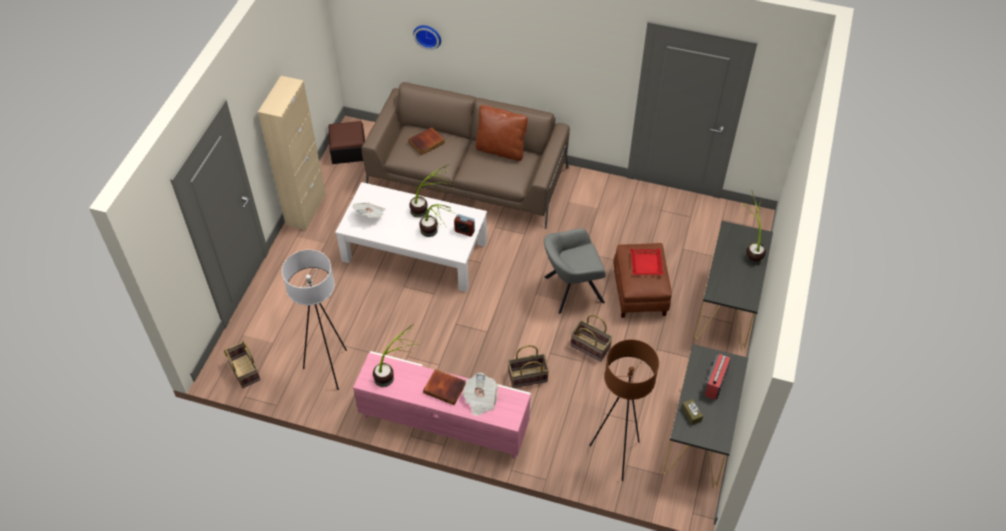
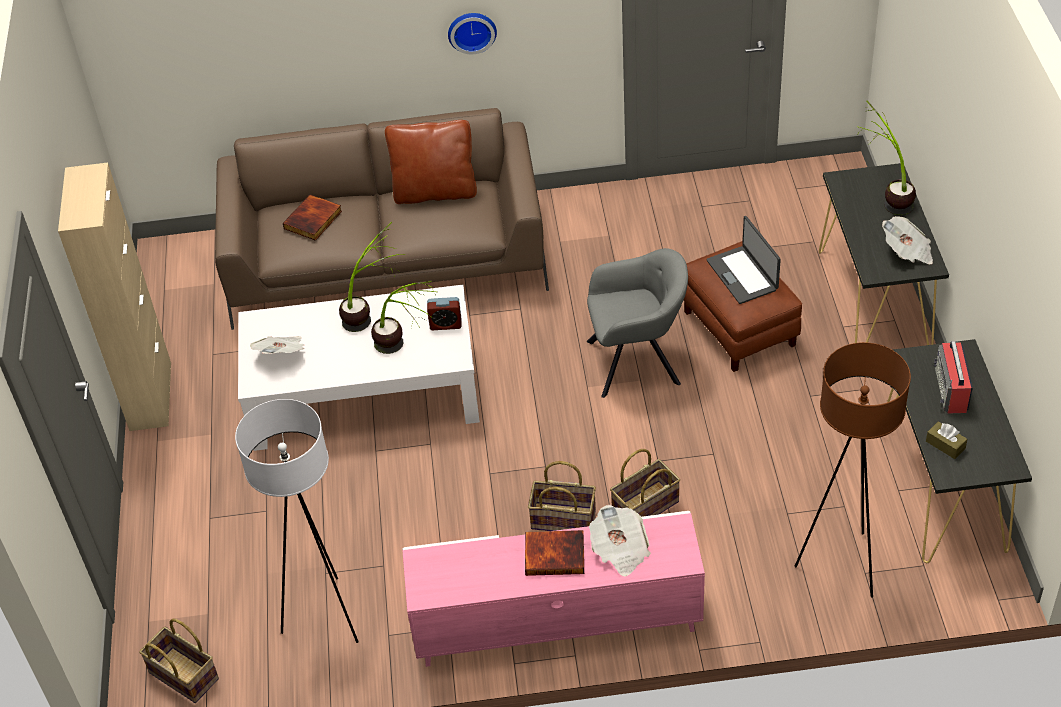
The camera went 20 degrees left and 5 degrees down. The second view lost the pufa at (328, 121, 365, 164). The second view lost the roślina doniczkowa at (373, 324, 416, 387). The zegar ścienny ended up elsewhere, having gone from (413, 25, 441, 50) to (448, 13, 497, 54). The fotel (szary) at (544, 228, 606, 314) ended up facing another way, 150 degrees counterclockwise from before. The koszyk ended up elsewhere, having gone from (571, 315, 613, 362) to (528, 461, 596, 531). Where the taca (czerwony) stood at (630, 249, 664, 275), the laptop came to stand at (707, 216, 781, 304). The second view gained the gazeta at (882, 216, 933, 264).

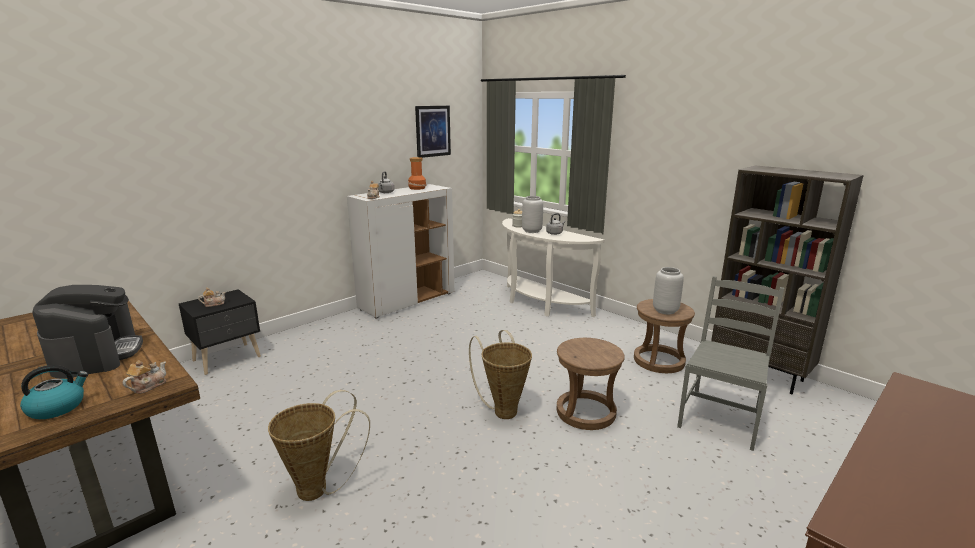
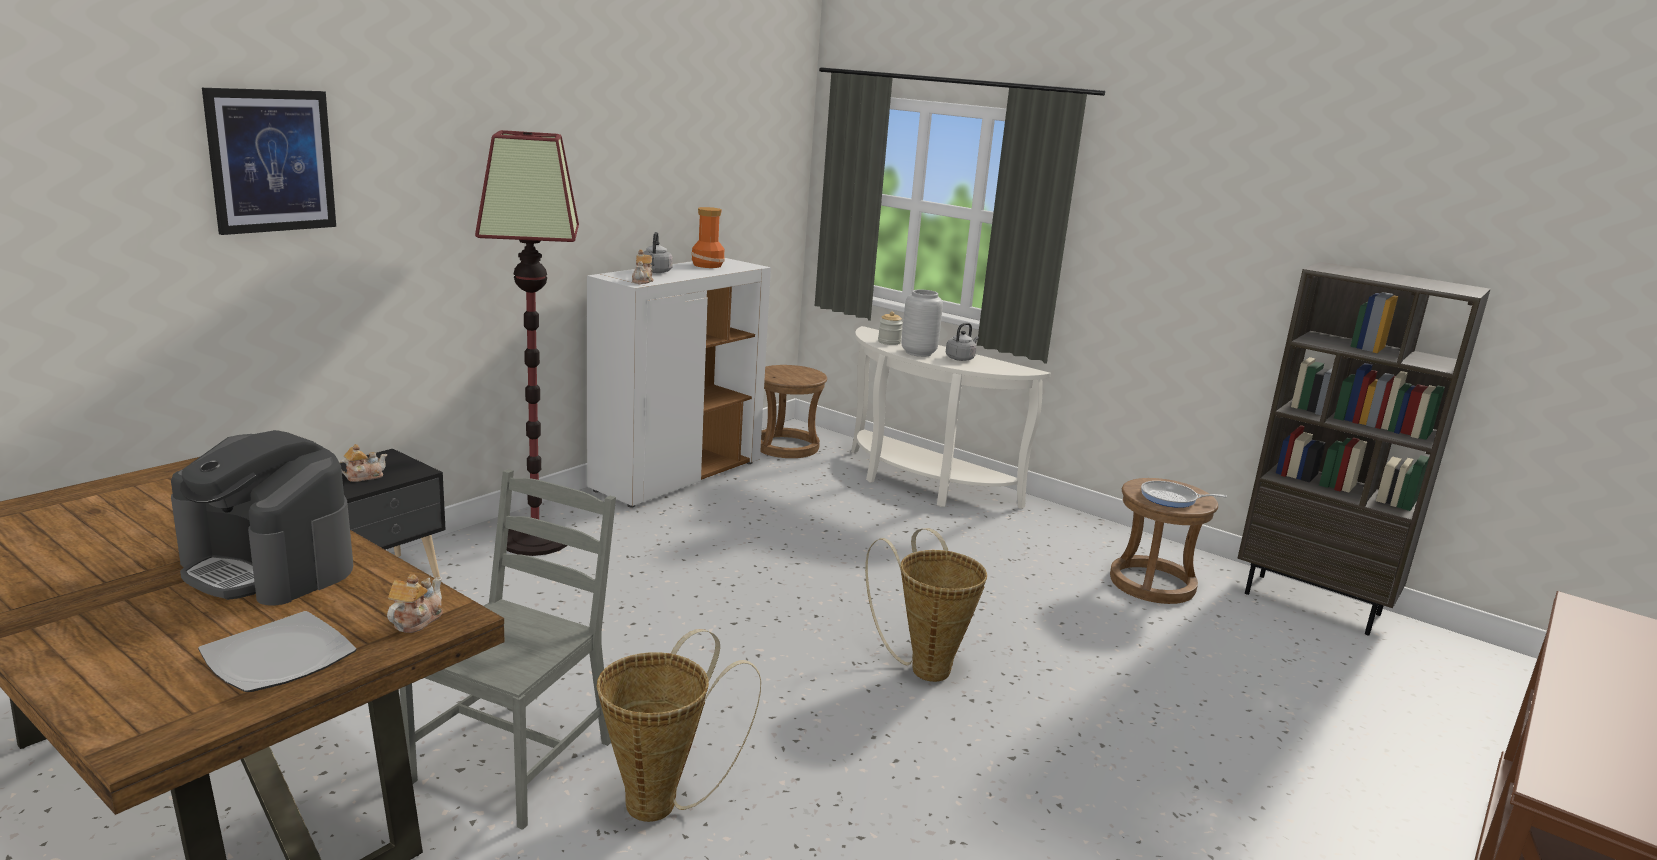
The camera went 10 degrees left and 0 degrees up. Where the czajnik stood at (20, 365, 88, 419), the talerz came to stand at (198, 611, 357, 692). The ekspres do kawy at (32, 285, 143, 379) ended up facing another way, 150 degrees clockwise from before. The obraz ended up elsewhere, having gone from (415, 106, 451, 158) to (202, 88, 336, 235). The stołek (brązowy) ended up elsewhere, having gone from (557, 338, 625, 430) to (760, 365, 827, 458). Where the wazon (szary) stood at (653, 267, 684, 315), the patelnia came to stand at (1141, 481, 1227, 508). The krzesło (szary) ended up elsewhere, having gone from (677, 276, 784, 451) to (400, 469, 616, 830). The second view gained the lampa stojąca at (475, 130, 579, 556).

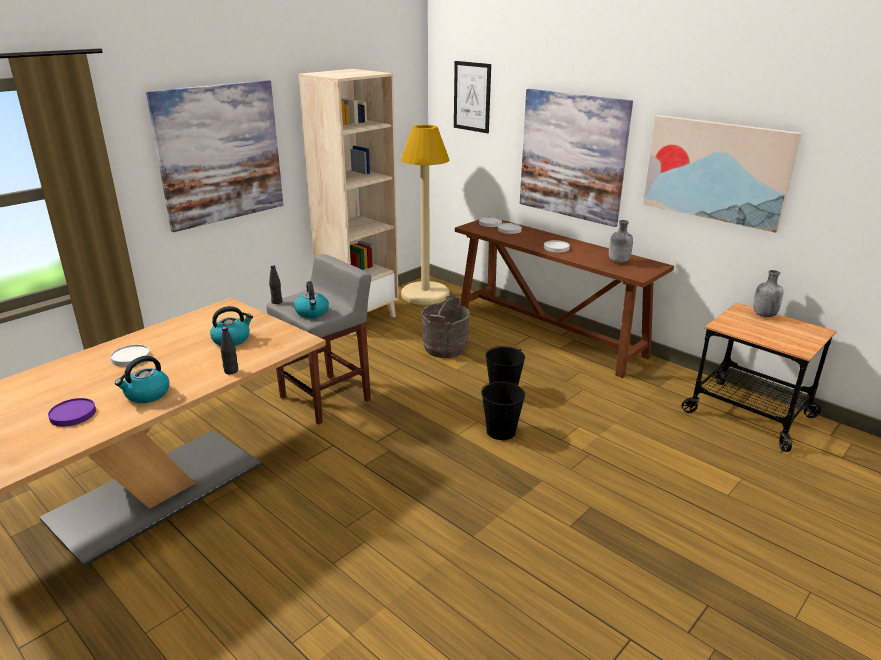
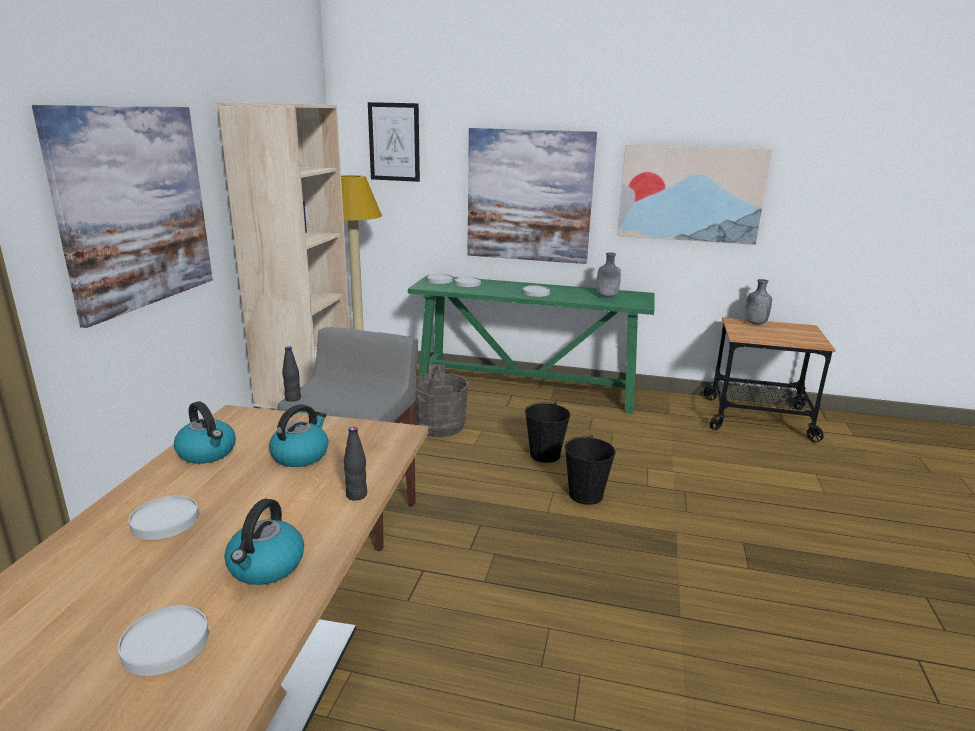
The camera went 30 degrees left and 5 degrees down. What was the talerz (fioletowy) at (48, 398, 96, 427) turned into the talerz (biały) at (118, 605, 209, 676). The czajnik ended up elsewhere, having gone from (294, 281, 329, 318) to (174, 401, 236, 464). What was the stolik konsolowy (brązowy) at (455, 216, 674, 378) turned into the stolik konsolowy (zielony) at (408, 275, 655, 414).

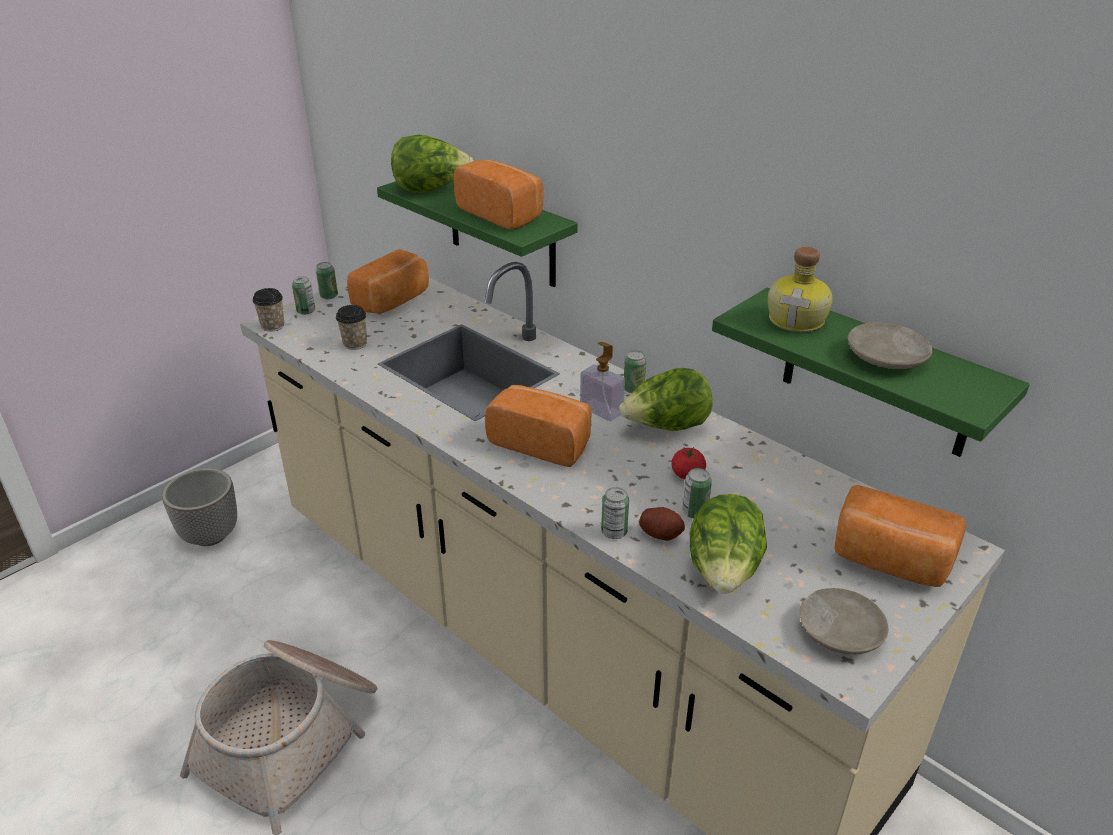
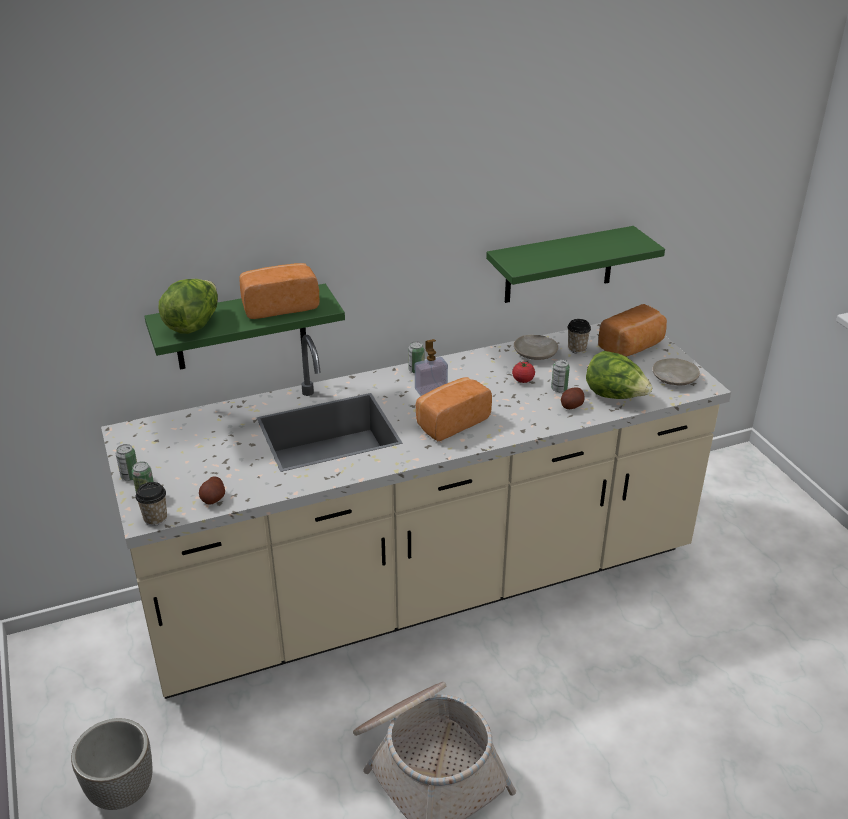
The camera went 65 degrees left and 0 degrees up. The filiżanka ended up elsewhere, having gone from (336, 305, 367, 350) to (567, 319, 591, 354). The second view lost the chleb at (347, 249, 429, 314). The second view lost the puszka at (601, 487, 629, 539). The second view lost the sałata at (619, 368, 712, 431). The second view lost the butelka at (768, 247, 833, 332). The talerz (beżowy) ended up elsewhere, having gone from (848, 322, 932, 369) to (514, 335, 558, 360). The second view gained the ziemniak at (199, 476, 225, 505).

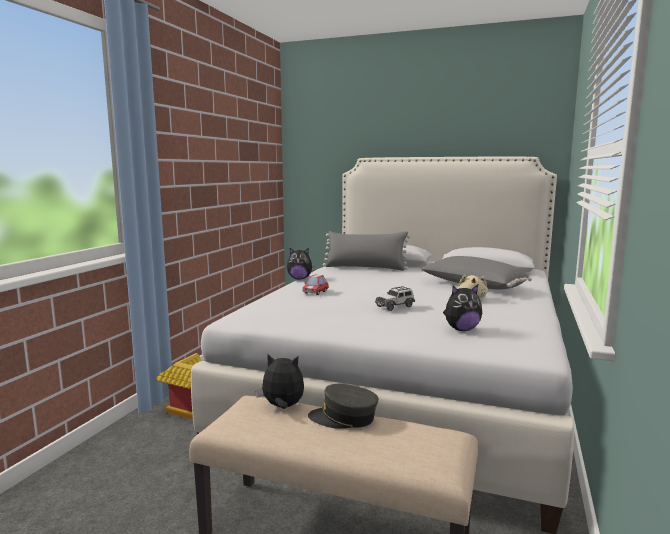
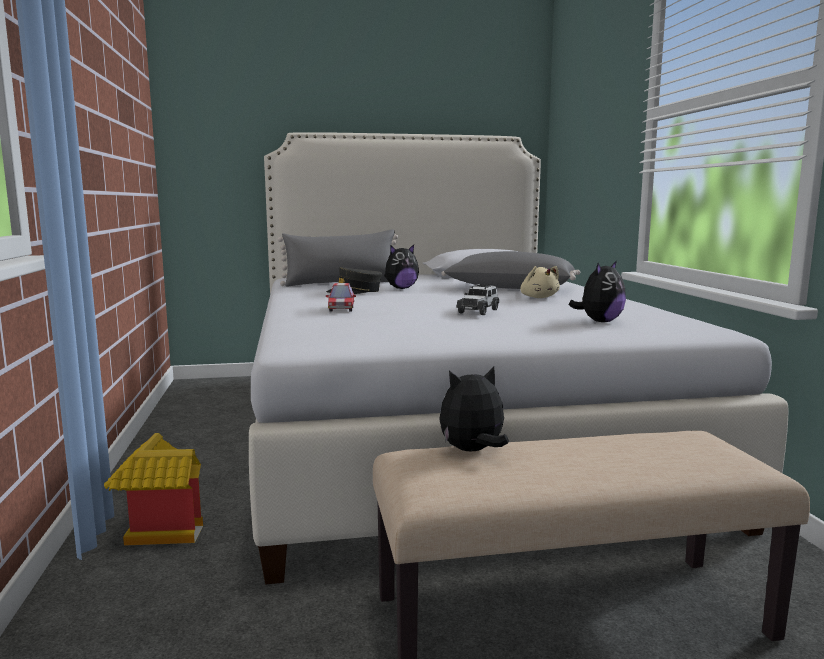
The camera went 30 degrees left and 0 degrees up. The pluszak ended up elsewhere, having gone from (287, 248, 315, 279) to (384, 245, 419, 289). The czapka z daszkiem (szary) ended up elsewhere, having gone from (308, 384, 379, 429) to (326, 267, 382, 294).

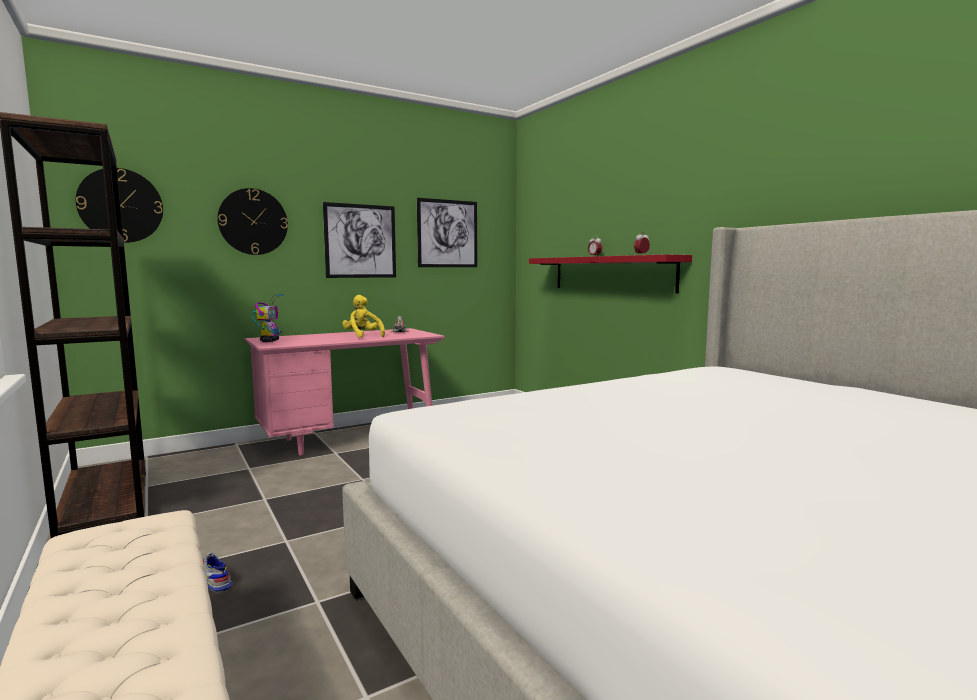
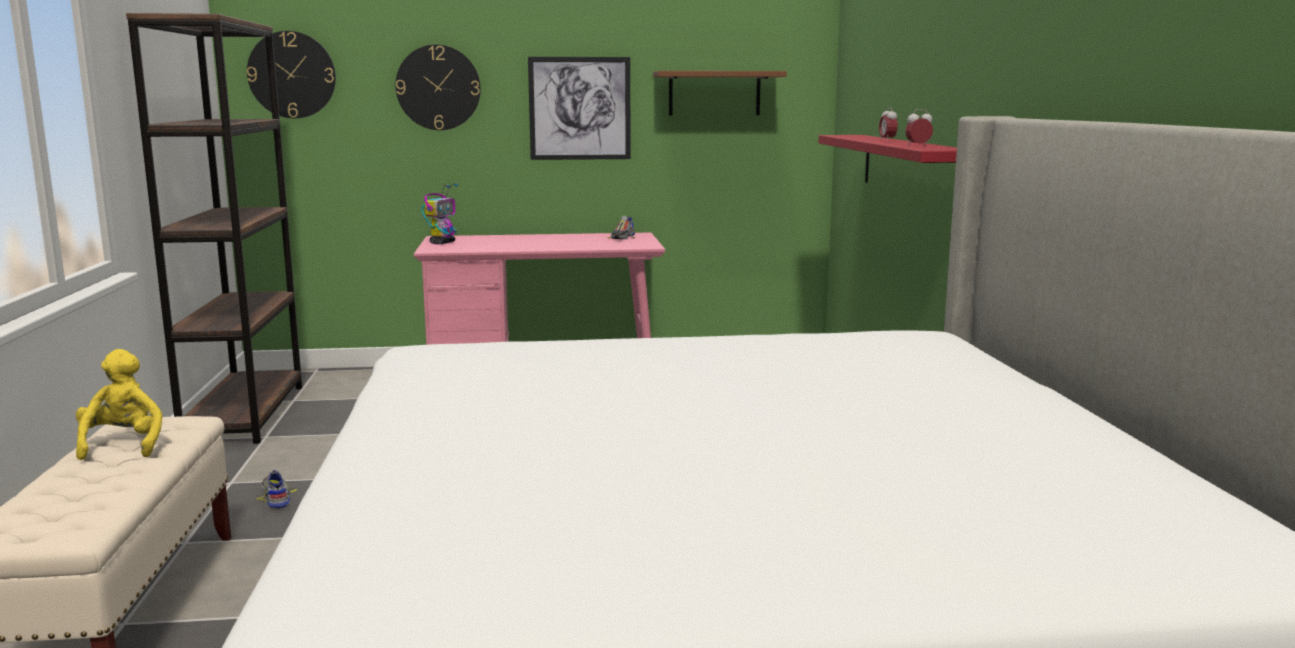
The camera went 25 degrees right and 5 degrees up. The pluszak (żółty) ended up elsewhere, having gone from (342, 295, 385, 338) to (76, 349, 162, 460). Where the obraz hung at (417, 198, 477, 267), the półka (brązowy) came to hang at (653, 71, 787, 116).

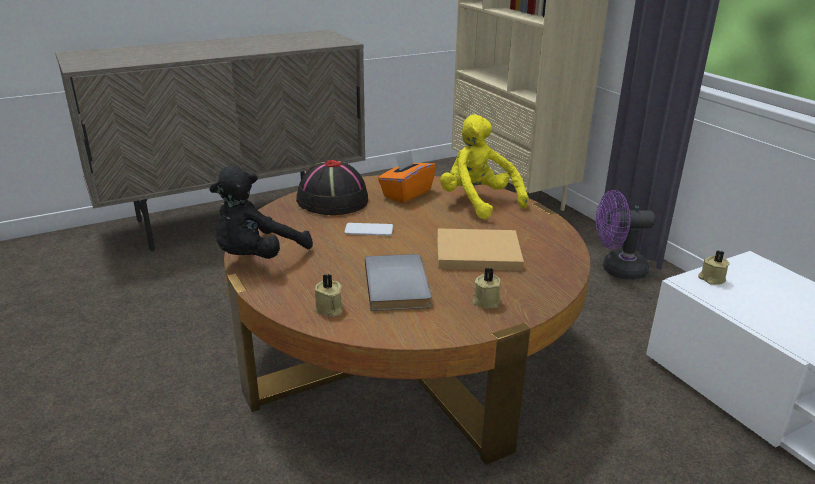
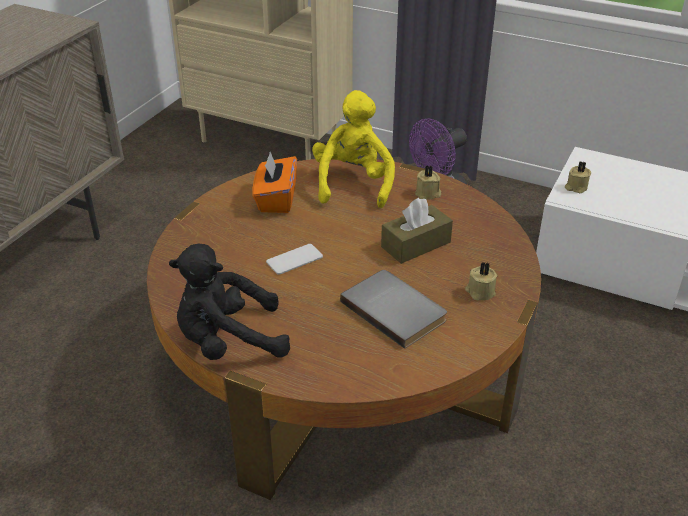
The camera went 35 degrees left and 10 degrees up. The pluszak (czarny) at (209, 166, 313, 259) ended up facing another way, 75 degrees clockwise from before. The second view lost the kapelusz (czarny) at (296, 160, 368, 215). The świeca (beżowy) ended up elsewhere, having gone from (314, 274, 343, 317) to (415, 165, 441, 200). Where the książka (beżowy) stood at (437, 228, 524, 271), the pudełko chusteczek (brązowy) came to stand at (381, 198, 453, 264). The pluszak (żółty) at (440, 114, 529, 220) ended up facing another way, 75 degrees clockwise from before.

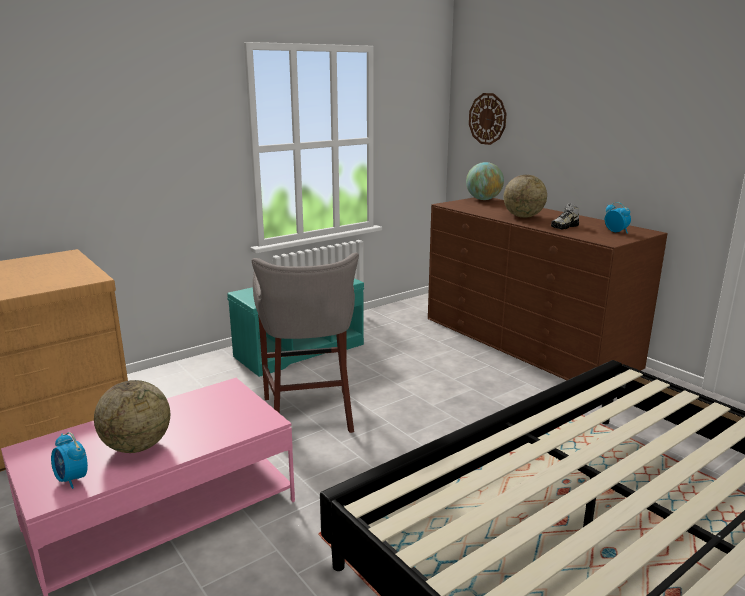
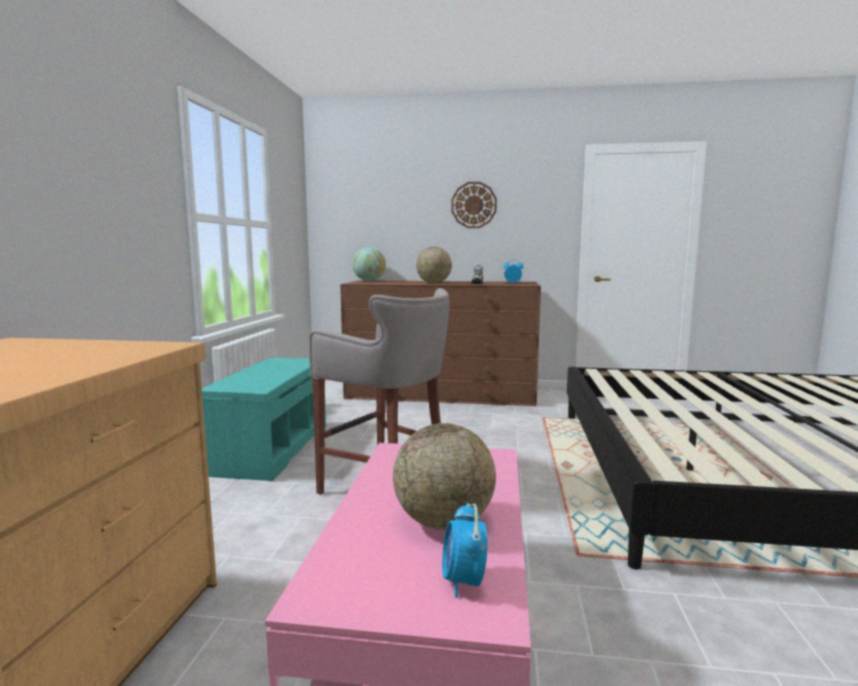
The camera went 45 degrees left and 10 degrees down. The budzik at (51, 432, 88, 489) ended up facing another way, 90 degrees clockwise from before. The zegar ścienny ended up elsewhere, having gone from (469, 93, 507, 145) to (451, 182, 497, 228).

